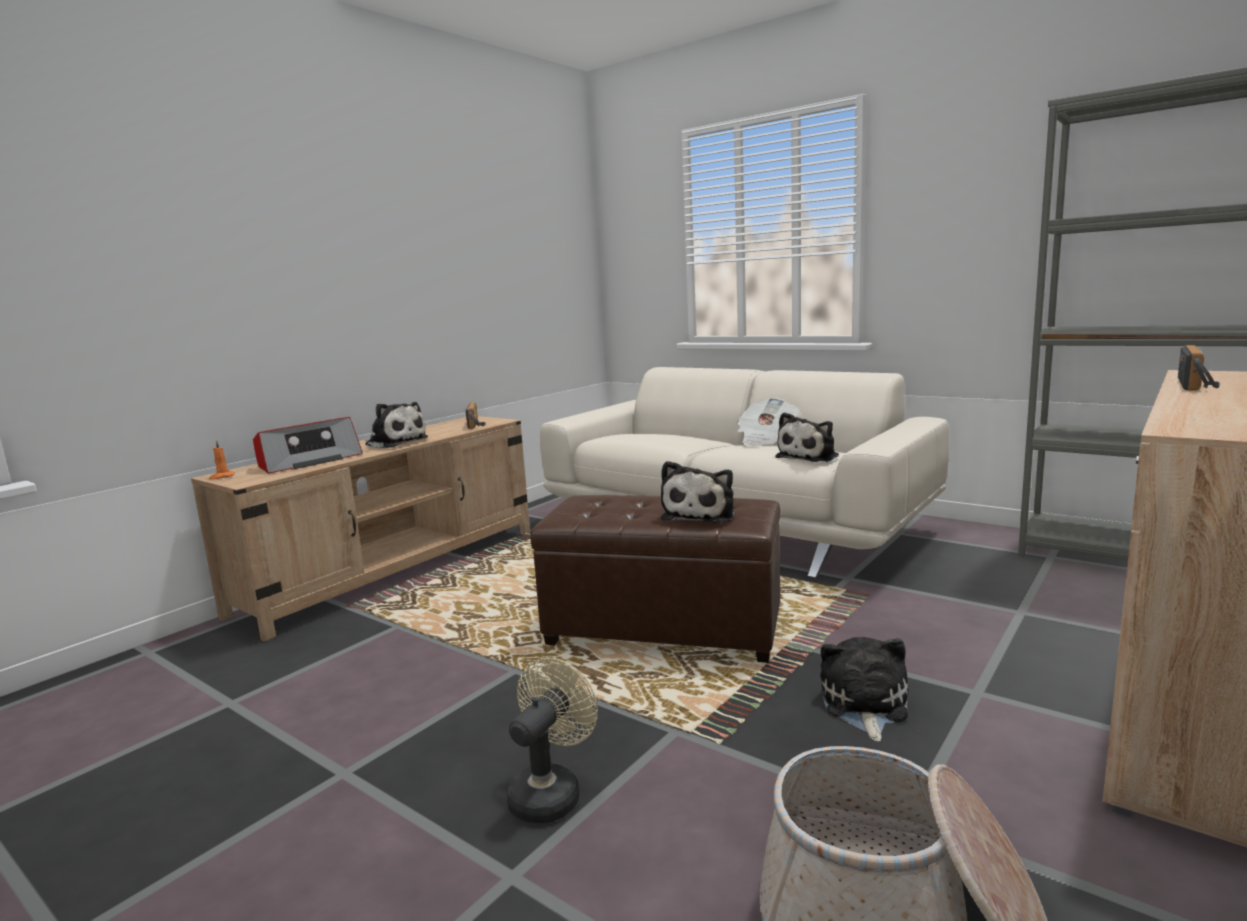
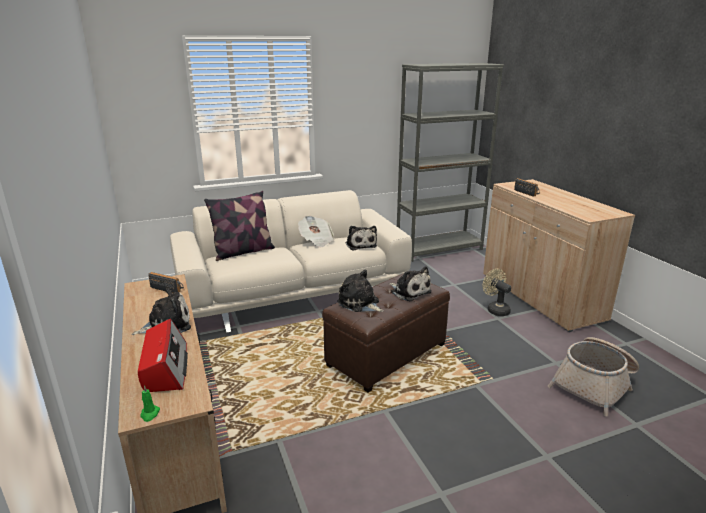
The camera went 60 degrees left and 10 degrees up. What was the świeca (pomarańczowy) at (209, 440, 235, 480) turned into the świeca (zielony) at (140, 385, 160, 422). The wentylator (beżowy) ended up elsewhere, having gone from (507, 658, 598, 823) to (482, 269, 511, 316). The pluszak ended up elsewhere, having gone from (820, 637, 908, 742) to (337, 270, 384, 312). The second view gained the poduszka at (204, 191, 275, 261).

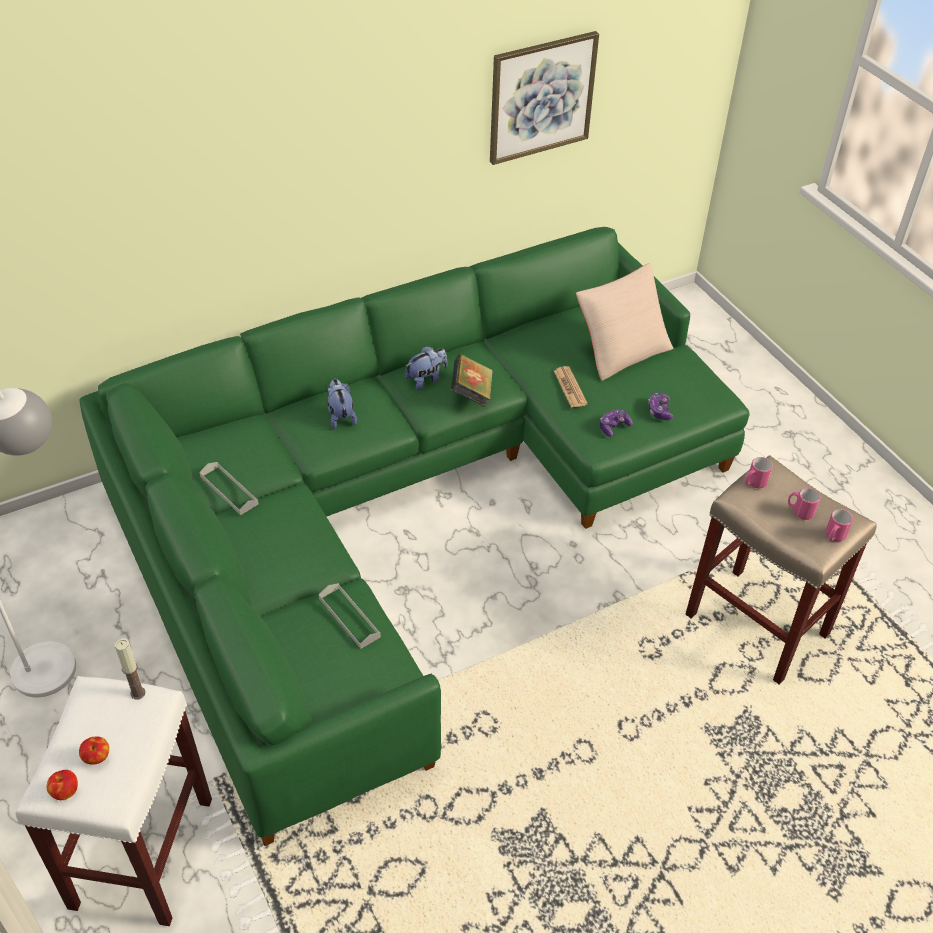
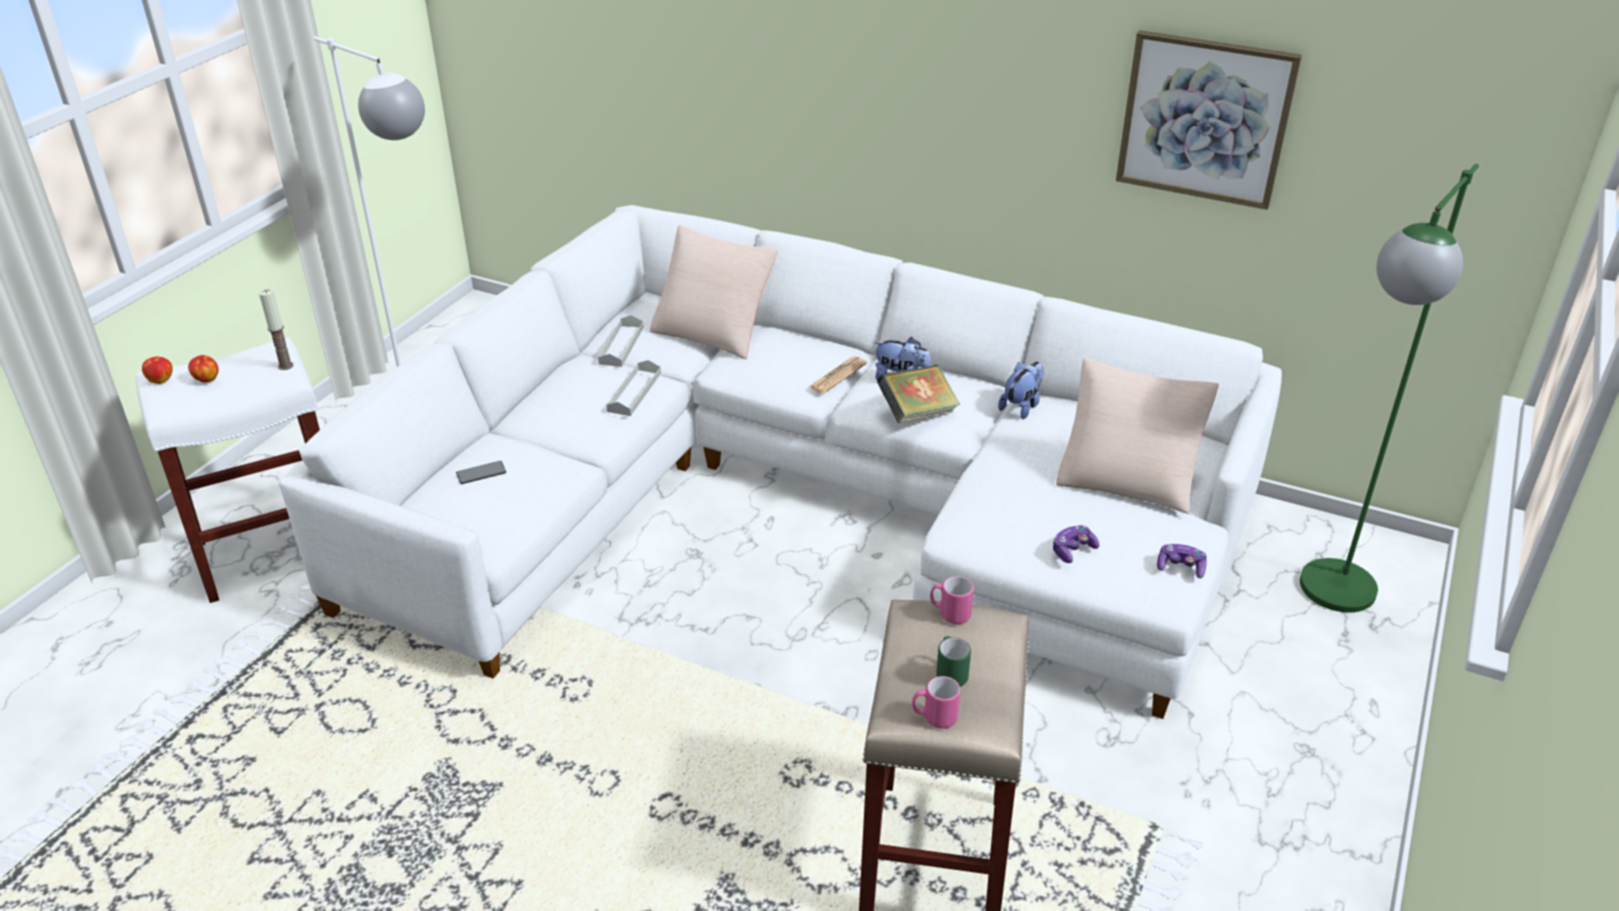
The camera went 55 degrees right and 10 degrees down. What was the kanapa (zielony) at (79, 227, 750, 846) turned into the kanapa (biały) at (279, 205, 1282, 719). The taca (szary) ended up elsewhere, having gone from (319, 583, 381, 649) to (606, 360, 661, 416). The pluszak ended up elsewhere, having gone from (327, 379, 357, 429) to (998, 361, 1044, 419). The gazeta ended up elsewhere, having gone from (554, 366, 588, 408) to (809, 356, 867, 394). The pad do gier ended up elsewhere, having gone from (600, 409, 632, 437) to (1157, 544, 1207, 578). What was the kubek (różowy) at (788, 488, 821, 520) turned into the kubek (zielony) at (936, 636, 971, 687). The second view gained the telefon at (456, 461, 506, 484). The second view gained the poduszka (beżowy) at (650, 225, 778, 359). The second view gained the lampa stojąca (zielony) at (1300, 164, 1479, 612).

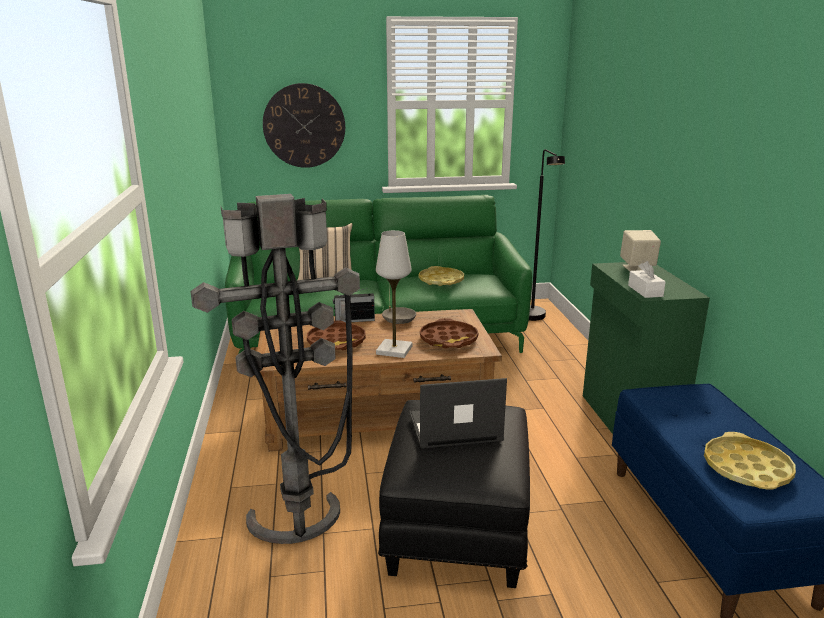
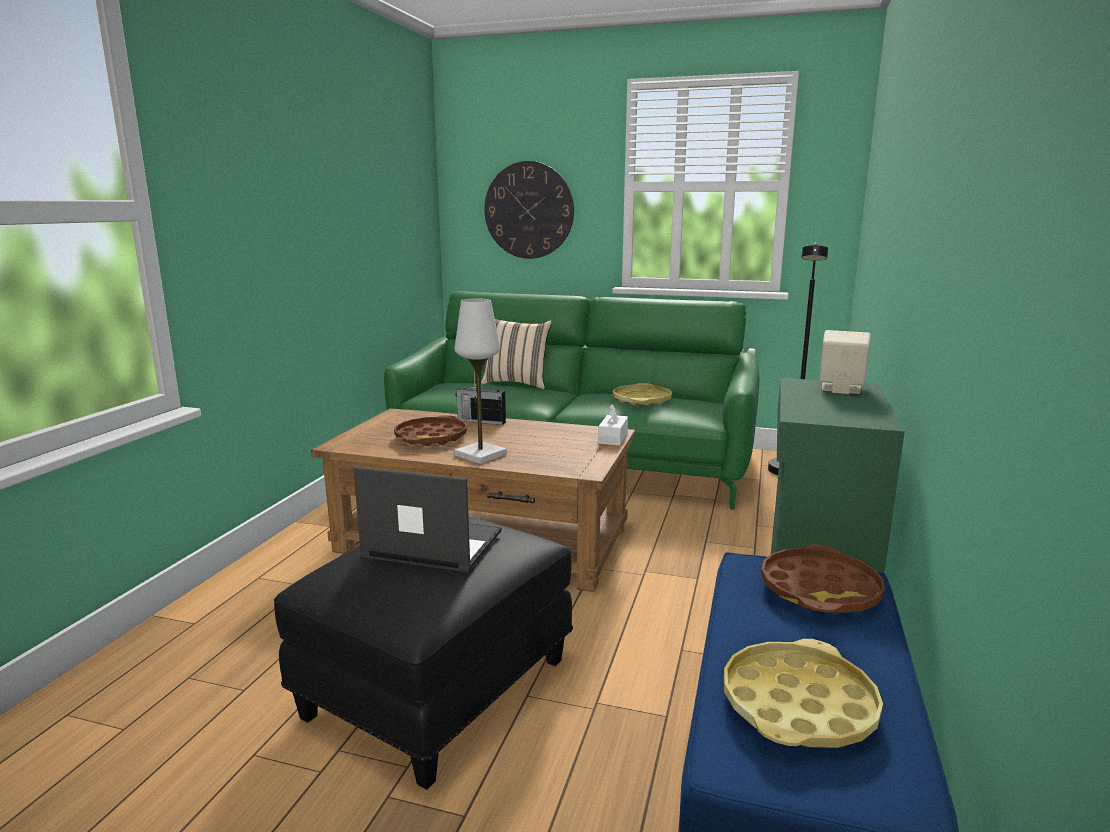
The camera went 25 degrees right and 5 degrees down. The second view lost the lampa stojąca (szary) at (191, 194, 360, 544). The second view lost the miska (szary) at (382, 307, 416, 324). The taca (brązowy) ended up elsewhere, having gone from (420, 318, 478, 349) to (761, 544, 885, 614). The pudełko chusteczek (biały) ended up elsewhere, having gone from (628, 261, 666, 298) to (598, 404, 628, 446).

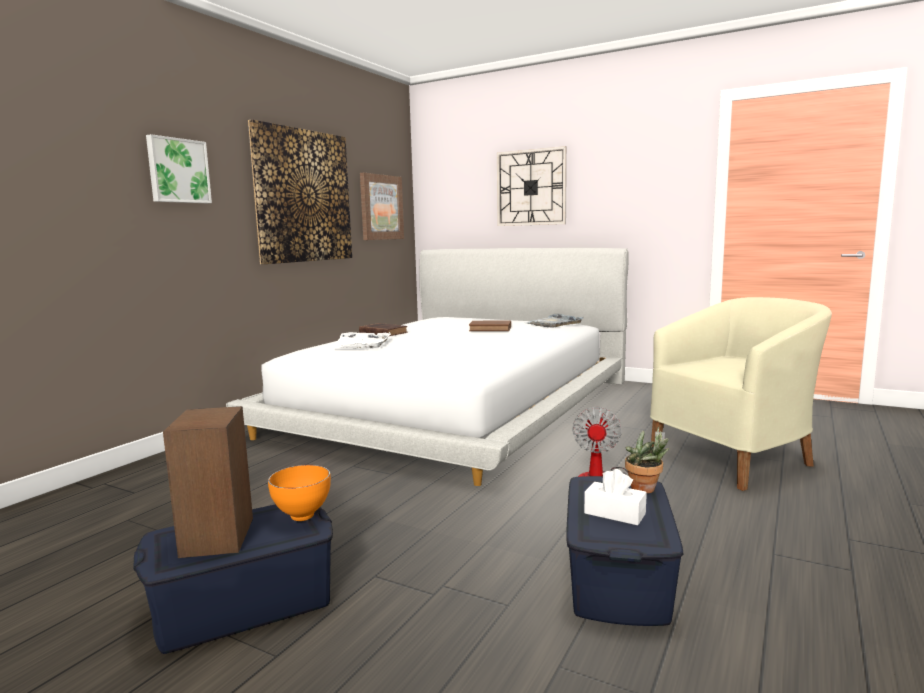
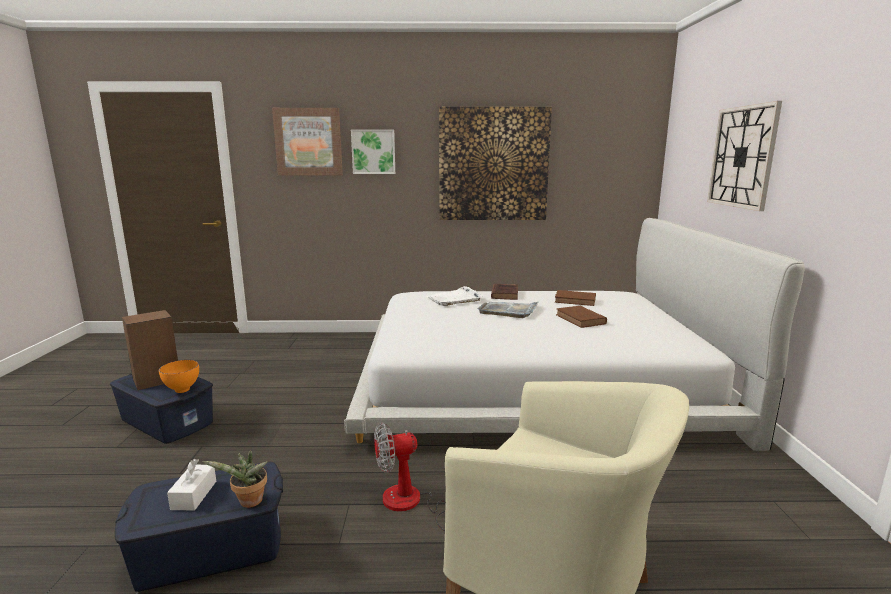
The camera went 60 degrees right and 5 degrees up. The obraz ended up elsewhere, having gone from (360, 173, 404, 240) to (272, 108, 343, 175). The taca (szary) ended up elsewhere, having gone from (526, 314, 584, 328) to (477, 302, 538, 318). The second view gained the książka (brązowy) at (555, 290, 596, 306).

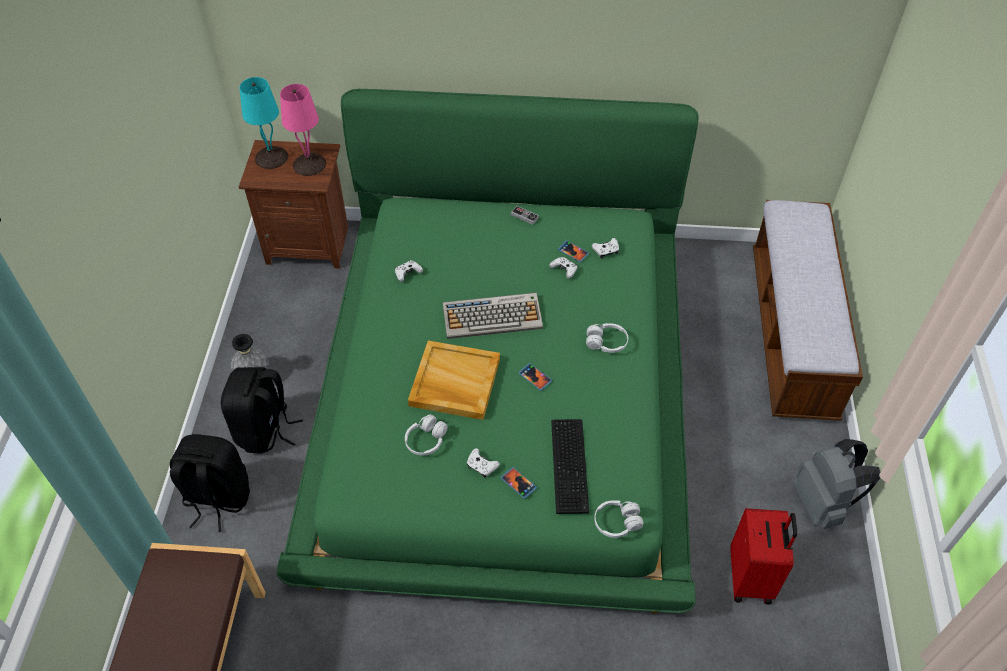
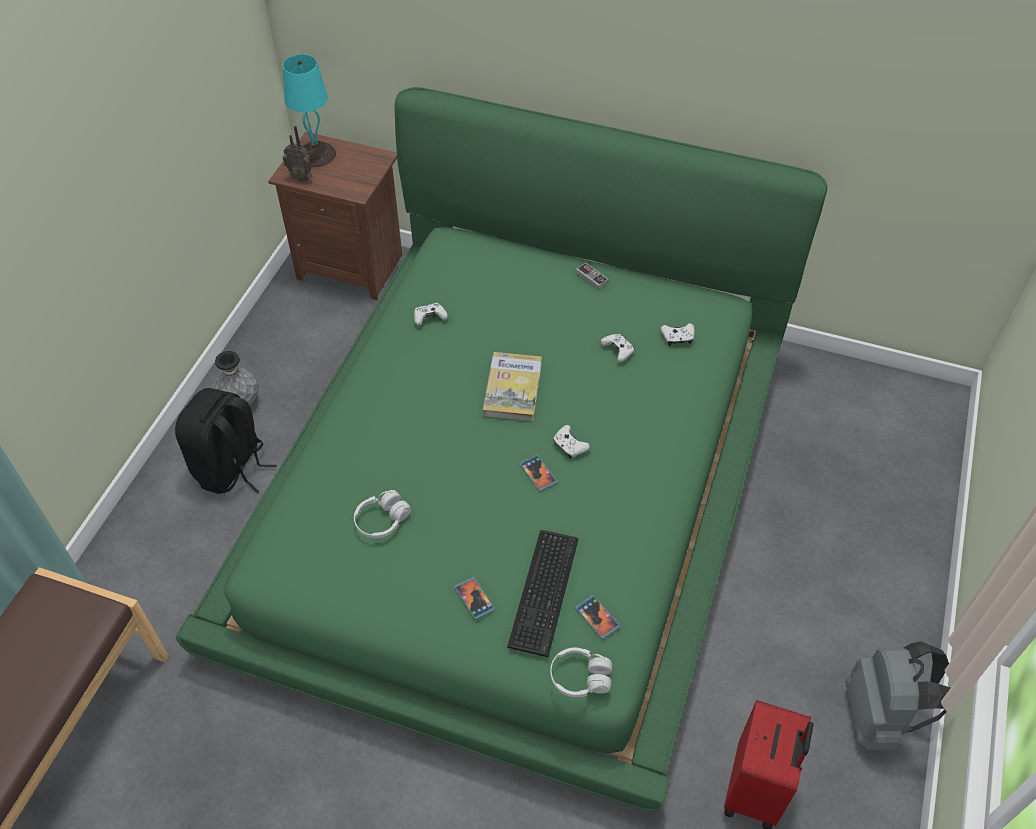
The camera went 15 degrees right and 0 degrees up. The second view lost the plecak (czarny) at (170, 434, 250, 532). The second view lost the lampa stołowa (różowy) at (280, 84, 326, 176). The second view lost the taca (beżowy) at (408, 341, 500, 420). Where the klawiatura stood at (443, 292, 543, 339), the książka came to stand at (483, 352, 542, 421). The pad do gier (biały) ended up elsewhere, having gone from (467, 448, 500, 478) to (553, 425, 590, 459). The telefon ended up elsewhere, having gone from (558, 240, 589, 263) to (575, 595, 620, 639). The second view lost the słuchawki (biały) at (586, 323, 628, 353). The second view lost the ławka at (753, 200, 863, 421). The second view gained the radio at (282, 125, 312, 182).

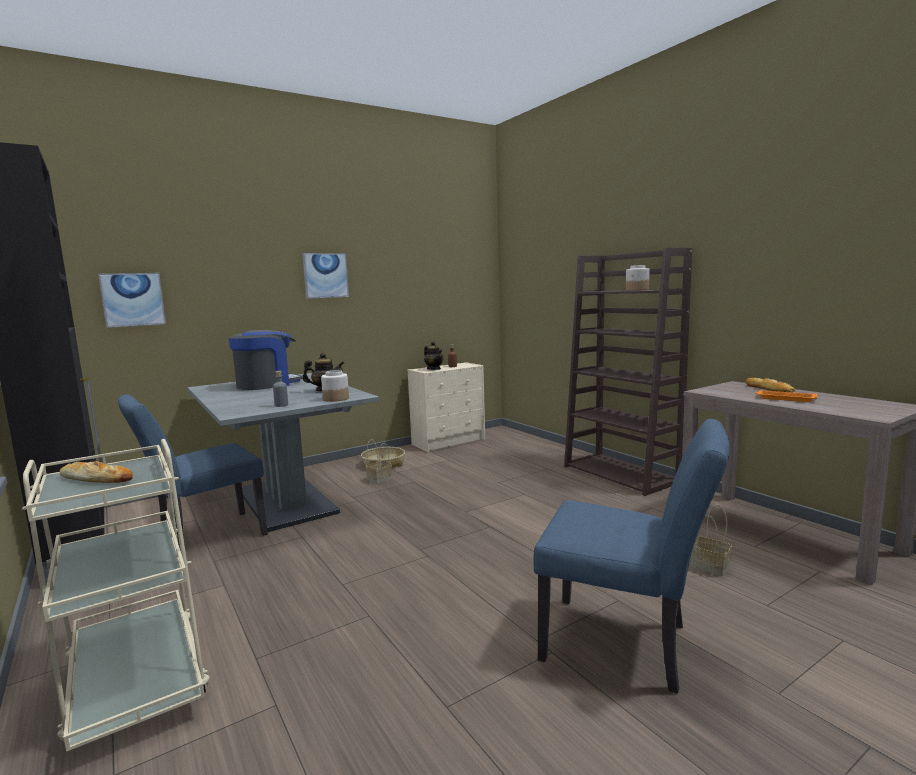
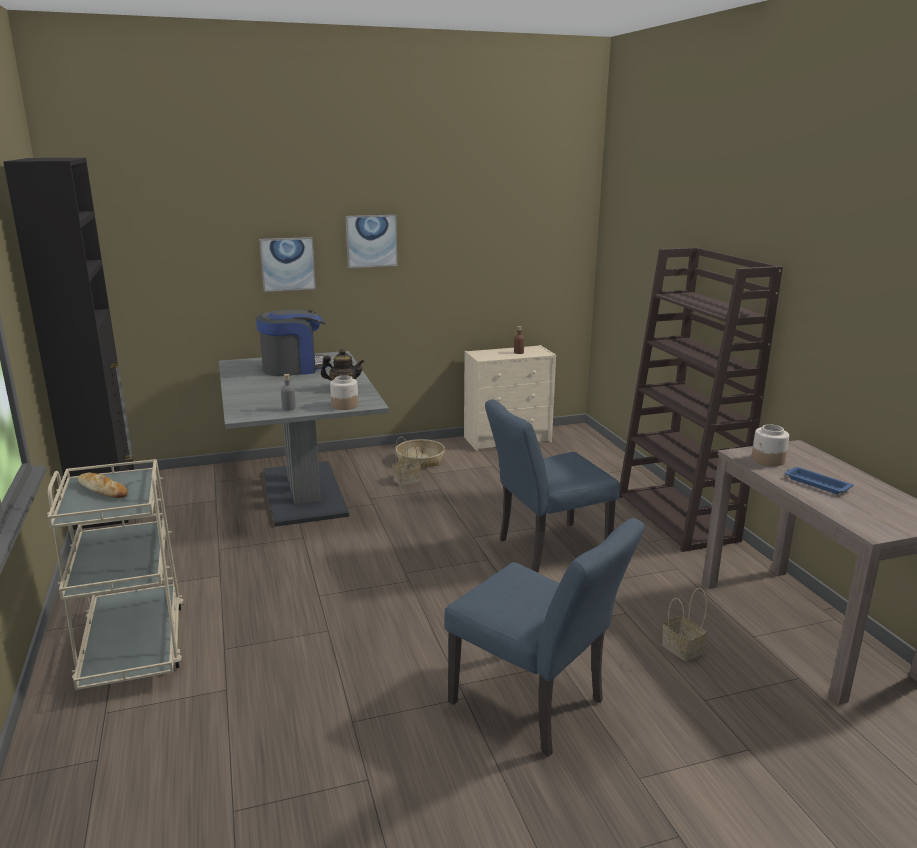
The camera went 15 degrees right and 10 degrees up. The obraz ended up elsewhere, having gone from (98, 273, 166, 328) to (259, 237, 316, 292). The krzesło (niebieski) ended up elsewhere, having gone from (118, 394, 268, 551) to (485, 399, 620, 573). The second view lost the imbryk at (424, 341, 443, 370). The słoik ended up elsewhere, having gone from (626, 265, 650, 291) to (751, 424, 789, 466). The second view lost the chleb at (746, 378, 795, 393). What was the taca (pomarańczowy) at (755, 390, 818, 402) turned into the taca (niebieski) at (785, 467, 854, 494).

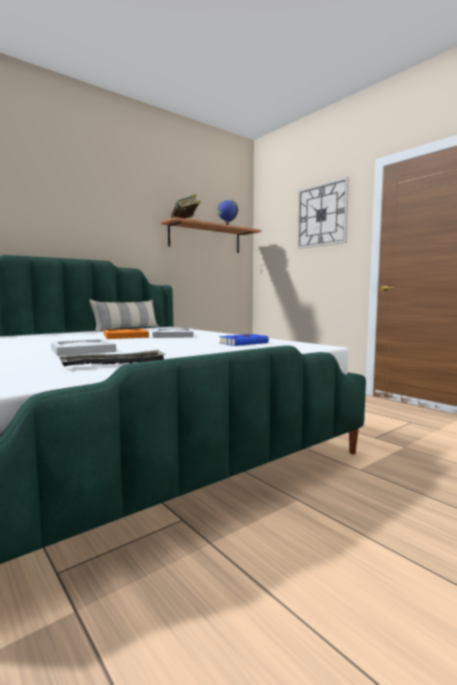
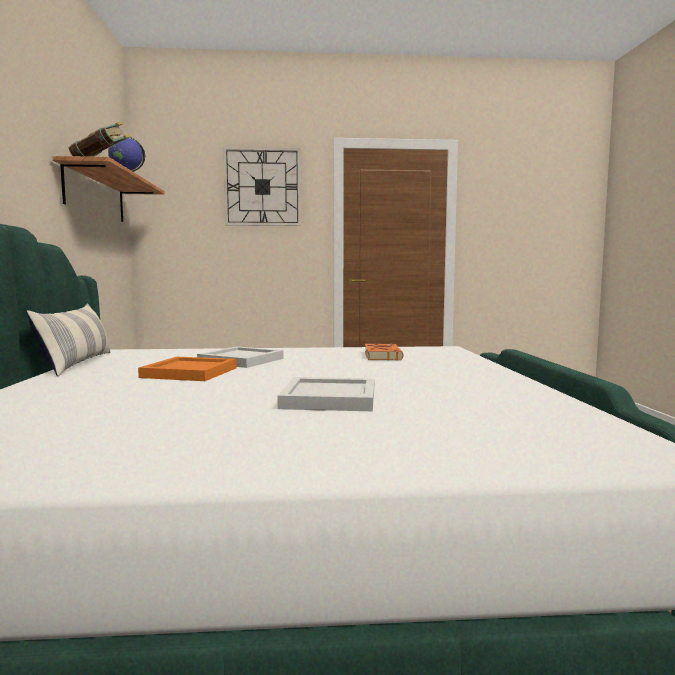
The camera went 55 degrees left and 0 degrees up. The second view lost the taca at (58, 350, 167, 366). What was the książka (niebieski) at (219, 334, 269, 346) turned into the książka (pomarańczowy) at (365, 344, 403, 360).

